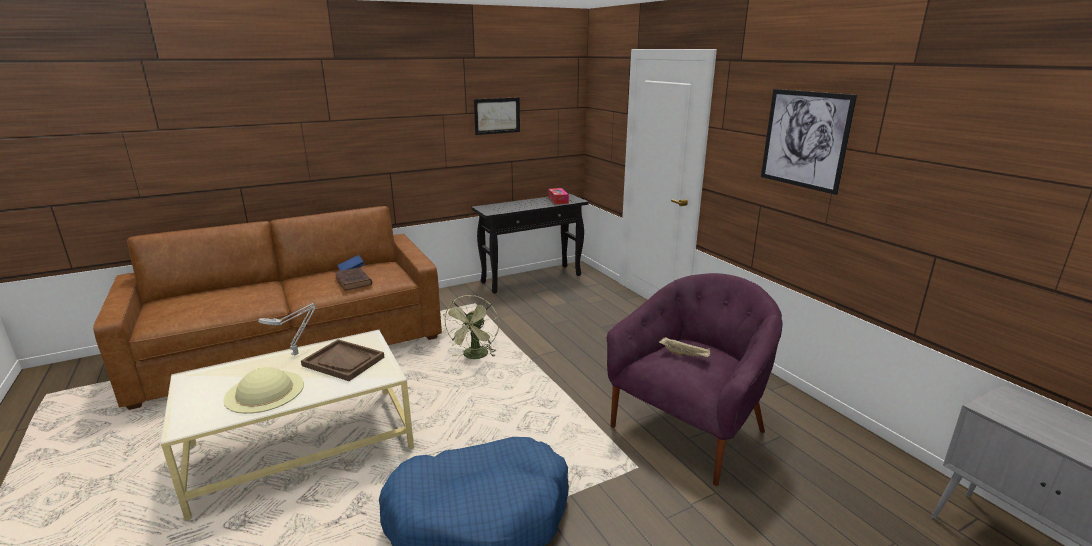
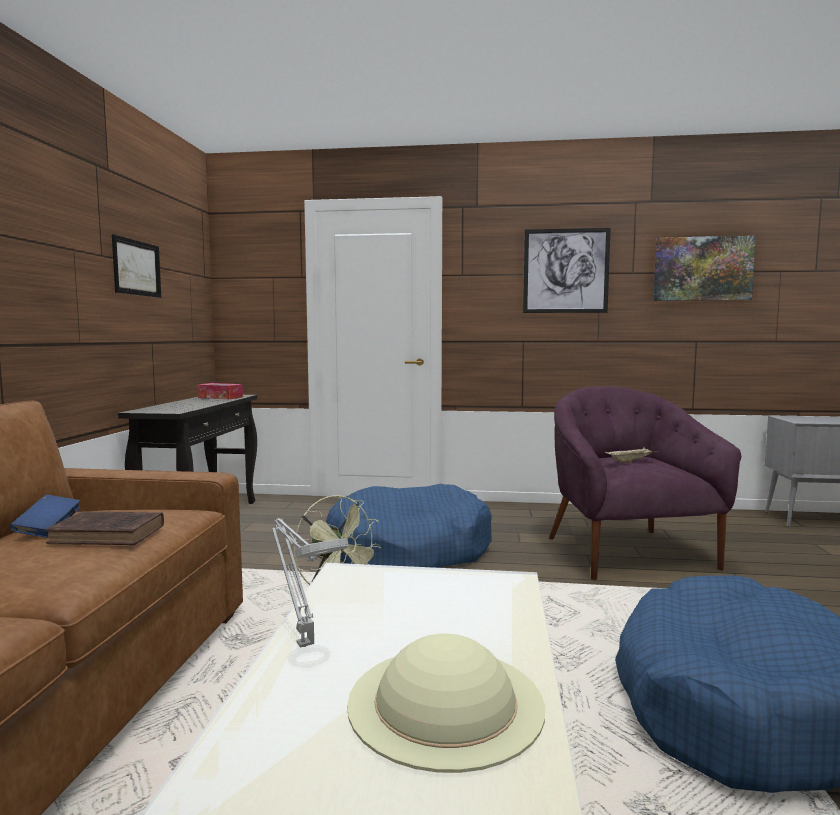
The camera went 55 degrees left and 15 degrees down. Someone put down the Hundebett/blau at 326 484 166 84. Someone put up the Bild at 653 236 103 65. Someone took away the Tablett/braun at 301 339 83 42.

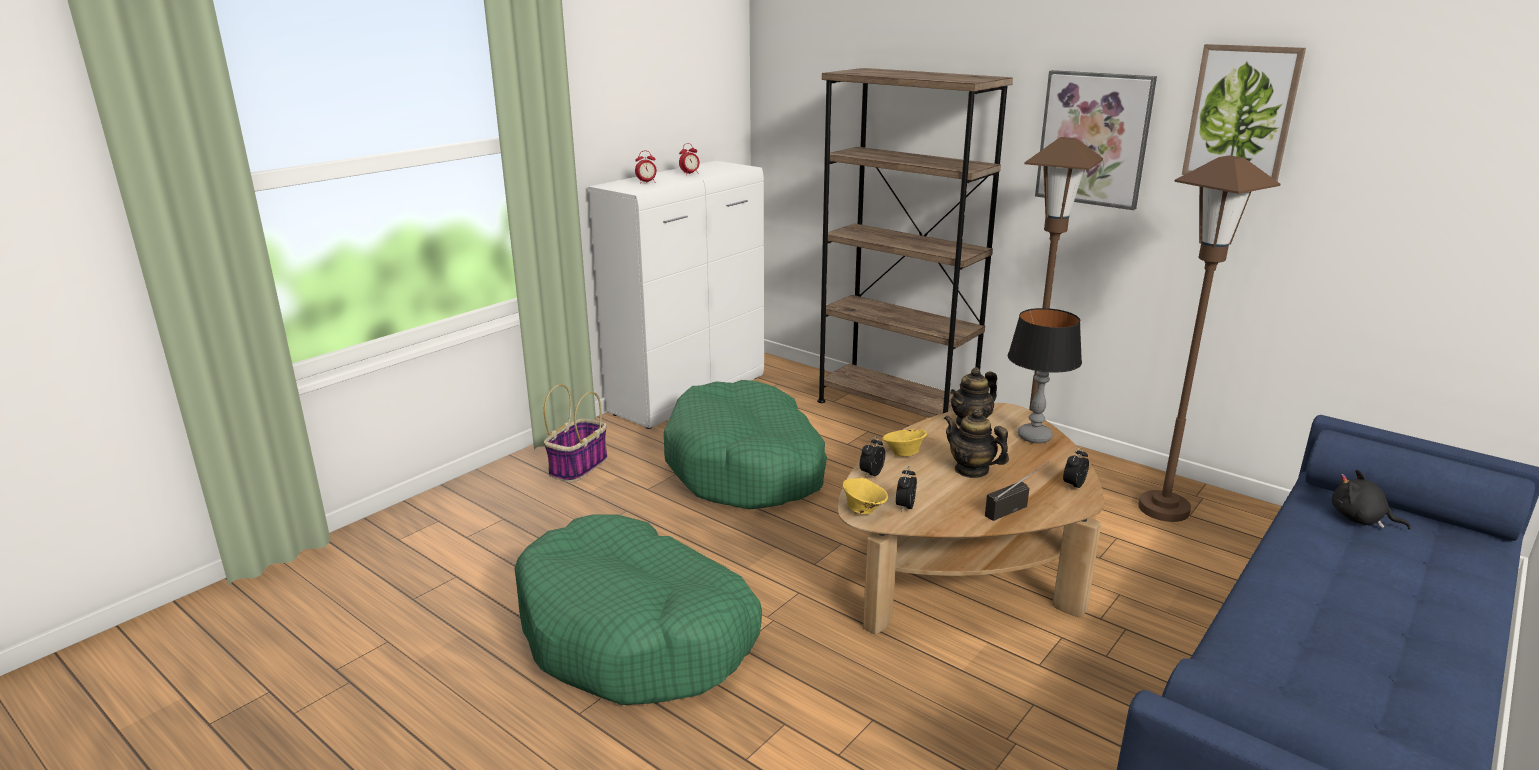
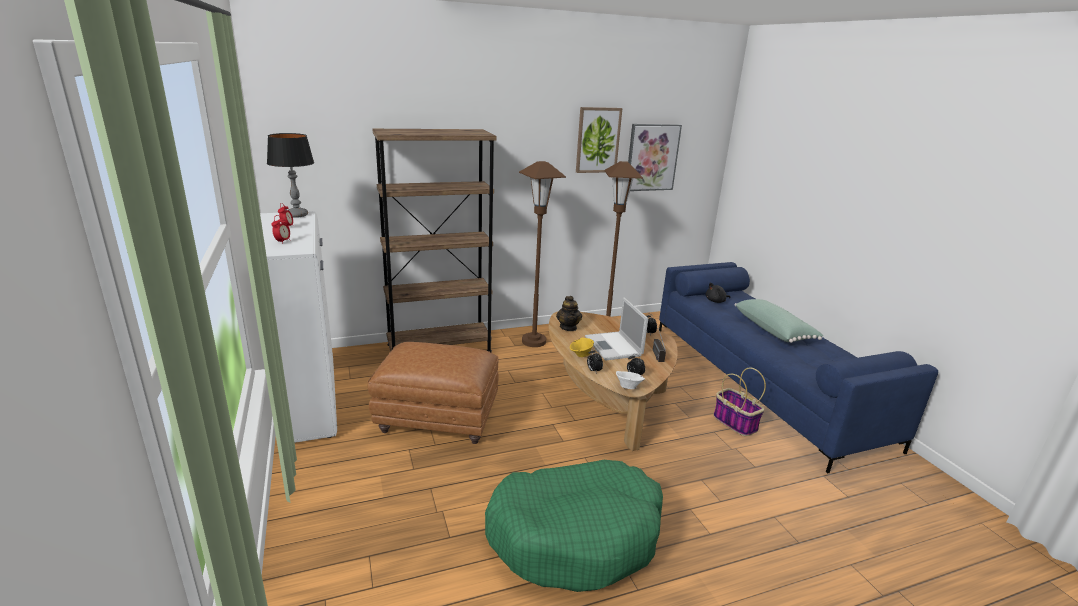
The camera went 60 degrees left and 0 degrees up. Someone carried the Tischlampe from 1008 308 74 135 to 267 133 47 85. Someone swapped the Hundebett/grün at 664 380 163 129 for the Polsterhocker/braun at 367 342 132 102. Someone swapped the Teekanne at 943 408 66 70 for the Laptop at 585 297 63 64. Someone repainted the Schüssel/gelb at 842 478 46 37, which became the Schüssel/weiß at 616 371 29 18. Someone carried the Bild from 1035 70 122 140 to 628 124 54 67. Someone carried the Korb from 544 384 64 98 to 713 368 53 68. Someone put down the Kissen/grün at 734 299 89 44.

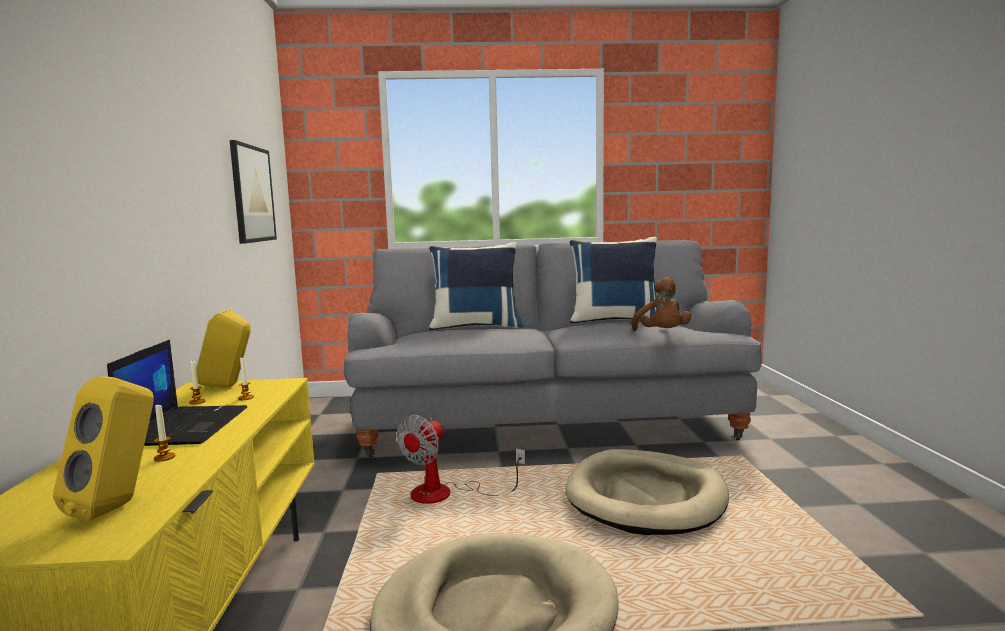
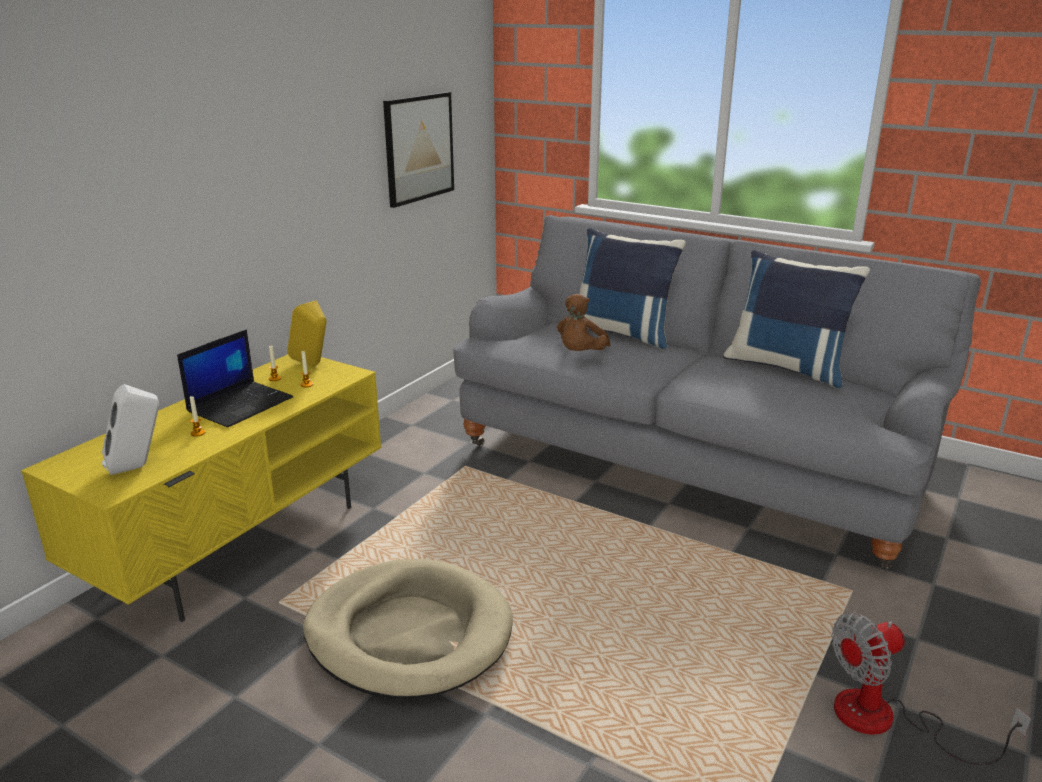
The camera went 35 degrees right and 15 degrees up. Someone repainted the Lautsprecher/gelb at 53 376 101 145, which became the Lautsprecher/weiß at 102 384 57 91. Someone carried the Plüschtier/braun from 632 277 59 54 to 557 294 53 57. Someone carried the Ventilator from 396 415 129 89 to 831 612 200 153. Someone took away the Hundebett/beige at 565 449 164 86.

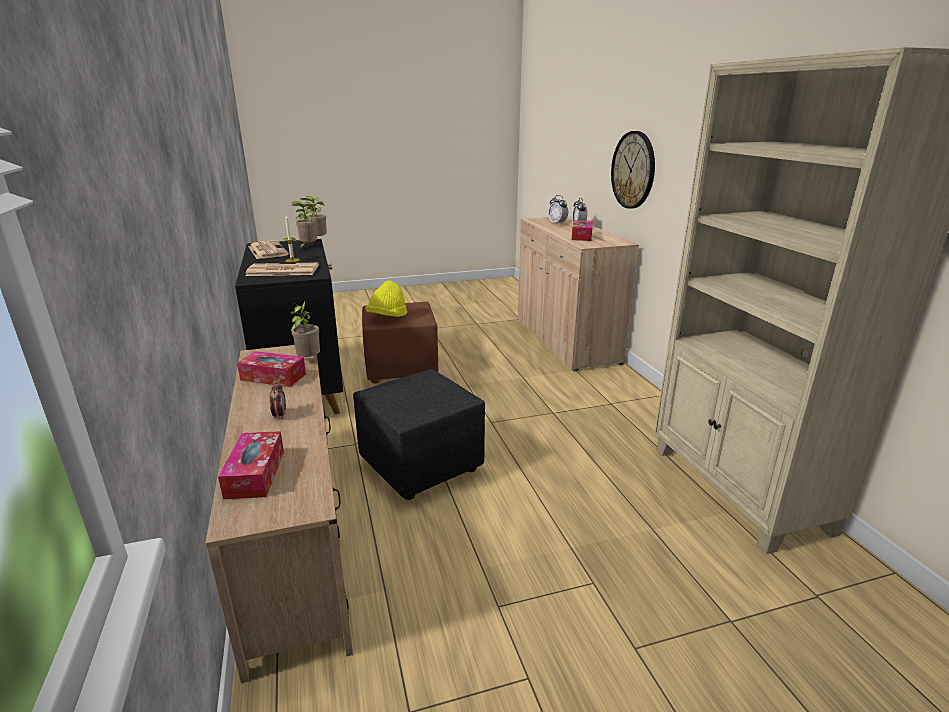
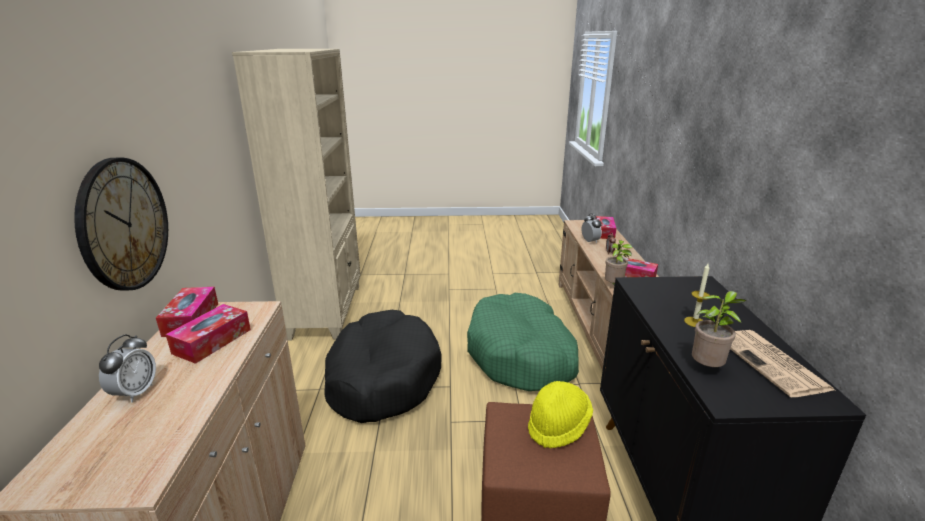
The camera went 165 degrees left and 0 degrees up. Someone put down the Taschentuchbox at 156 287 62 50. Someone put down the Hundebett/schwarz at 324 310 118 113. Someone swapped the Polsterhocker/schwarz at 353 369 132 131 for the Hundebett/grün at 467 293 112 98. Someone carried the Wecker from 548 195 20 29 to 581 213 21 30. Someone took away the Zeitung at 245 262 74 14. Someone took away the Topfpflanze at 301 196 26 40.

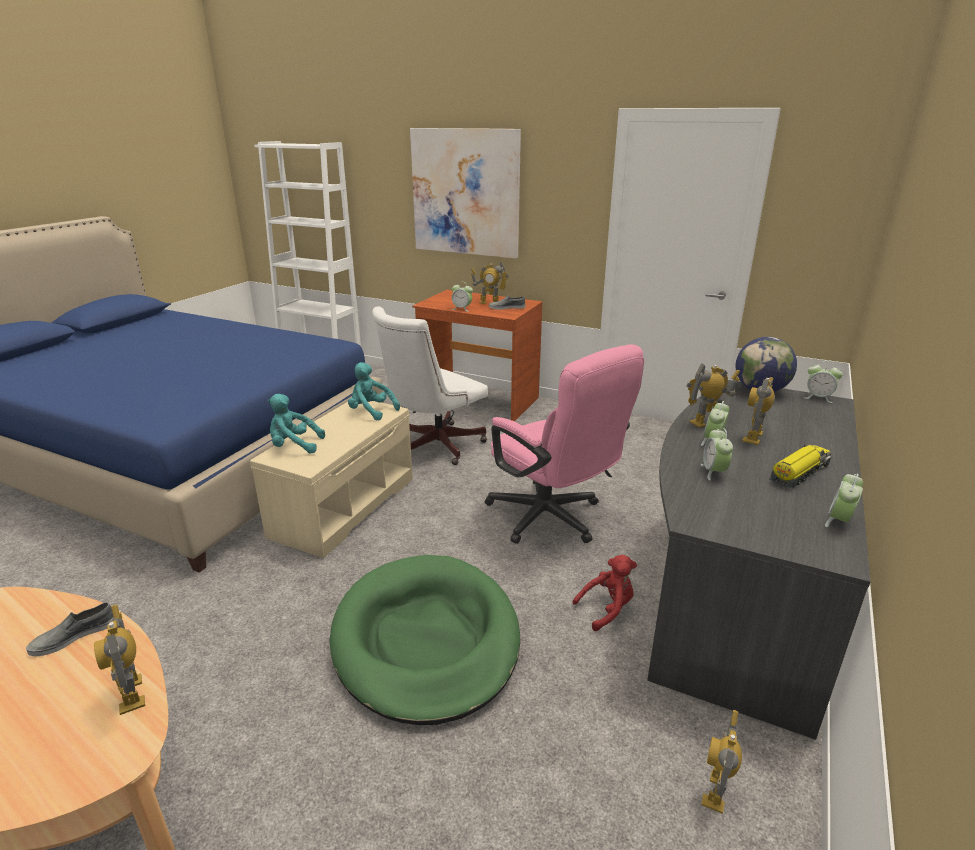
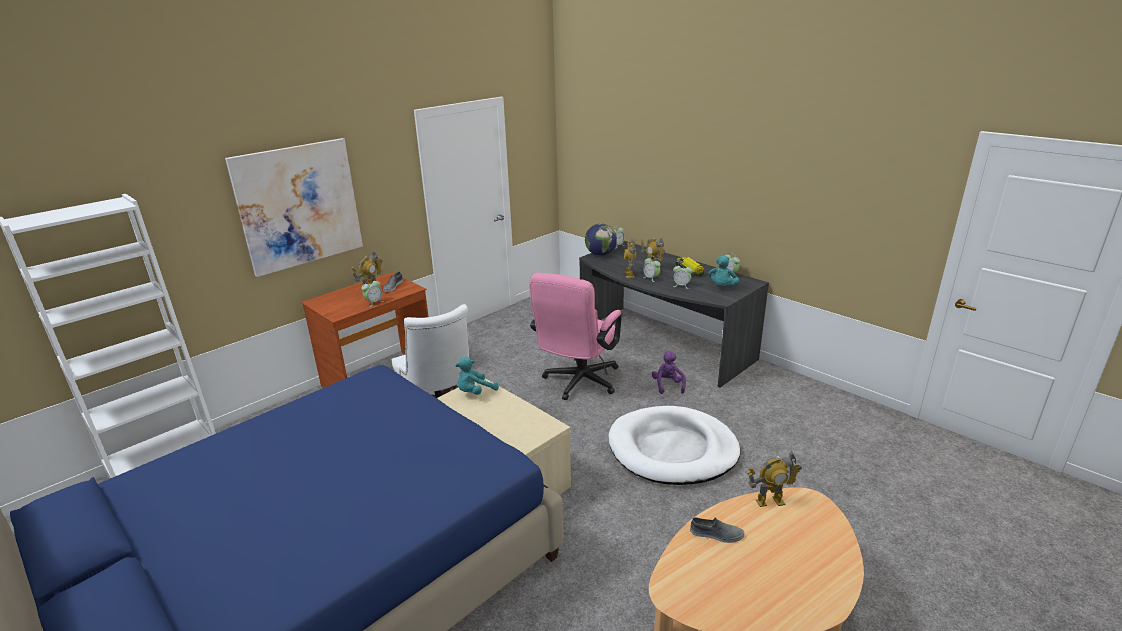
The camera went 70 degrees left and 0 degrees up. Someone rotated the Bürostuhl/rosa at 485 344 159 200 by 135 degrees clockwise. Someone repainted the Hundebett/grün at 330 555 190 170, which became the Hundebett/weiß at 608 406 132 79. Someone repainted the Plüschtier/rot at 572 555 65 76, which became the Plüschtier/lila at 652 351 34 43. Someone rotated the Schuh/grau at 26 602 88 55 by 60 degrees counterclockwise. Someone carried the Plüschtier/türkis from 268 394 57 60 to 708 256 31 30. Someone took away the Spielzeugroboter at 701 710 41 104.

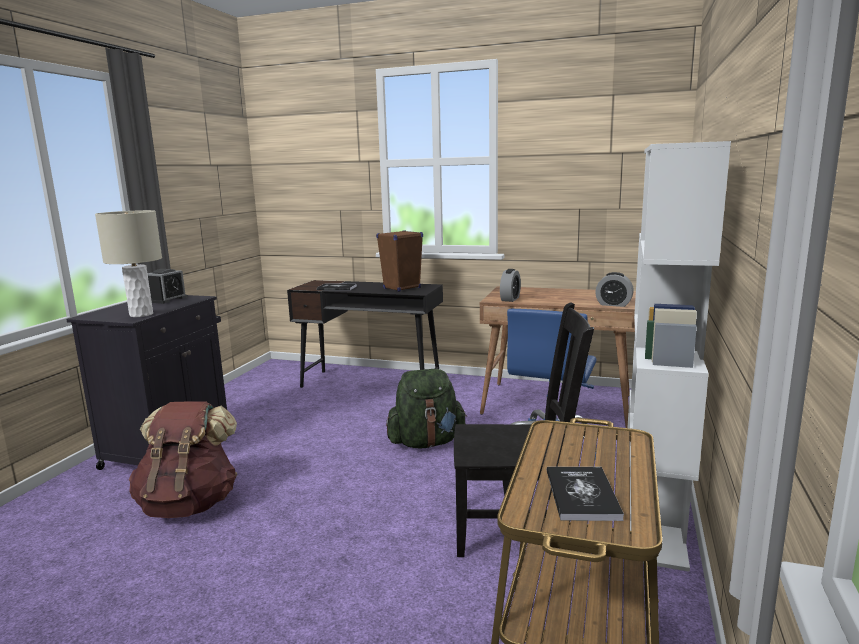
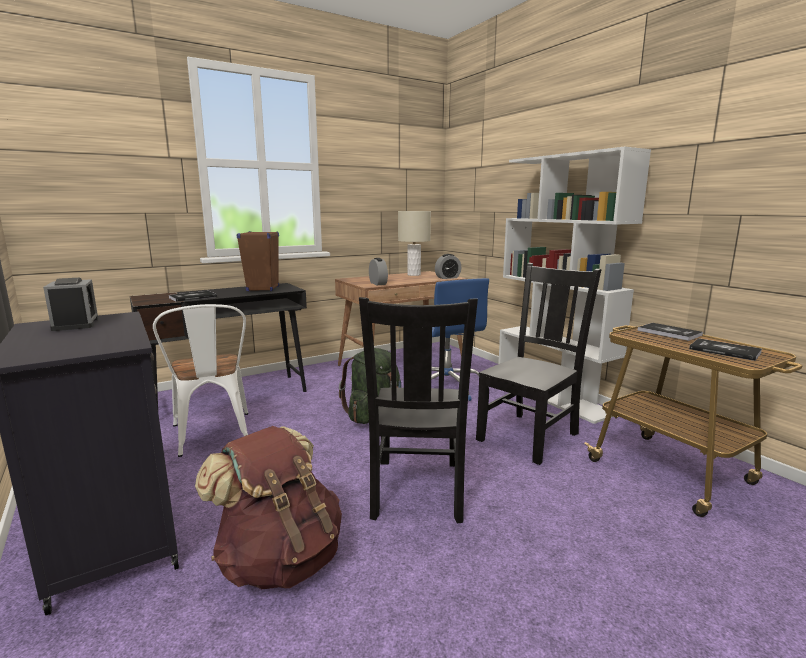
The camera went 50 degrees left and 0 degrees up. Someone put down the Stuhl/weiß at 153 304 95 153. Someone put down the Stuhl/schwarz at 359 297 119 227. Someone carried the Tischlampe/beige from 95 210 67 107 to 398 211 33 65. Someone put down the Buch at 637 323 66 18.

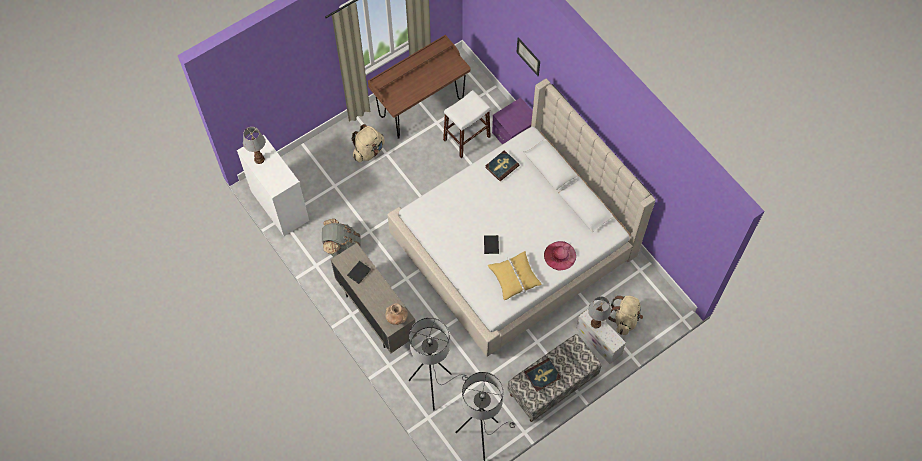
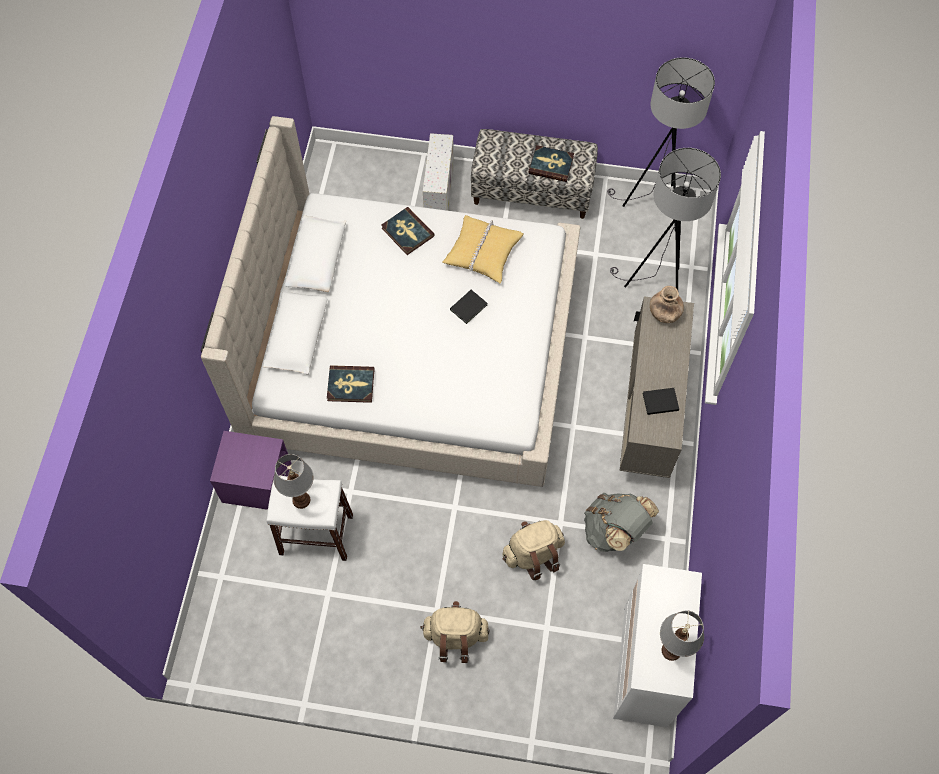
The camera went 135 degrees left and 0 degrees up. Someone carried the Tischlampe from 588 296 23 32 to 274 454 40 55. Someone swapped the Hut/rosa at 544 241 32 30 for the Buch at 381 207 54 48. Someone carried the Rucksack/beige from 608 296 35 39 to 502 520 63 60. Someone took away the Schreibtisch/braun at 368 35 103 104. Someone took away the Bild at 516 37 24 39.

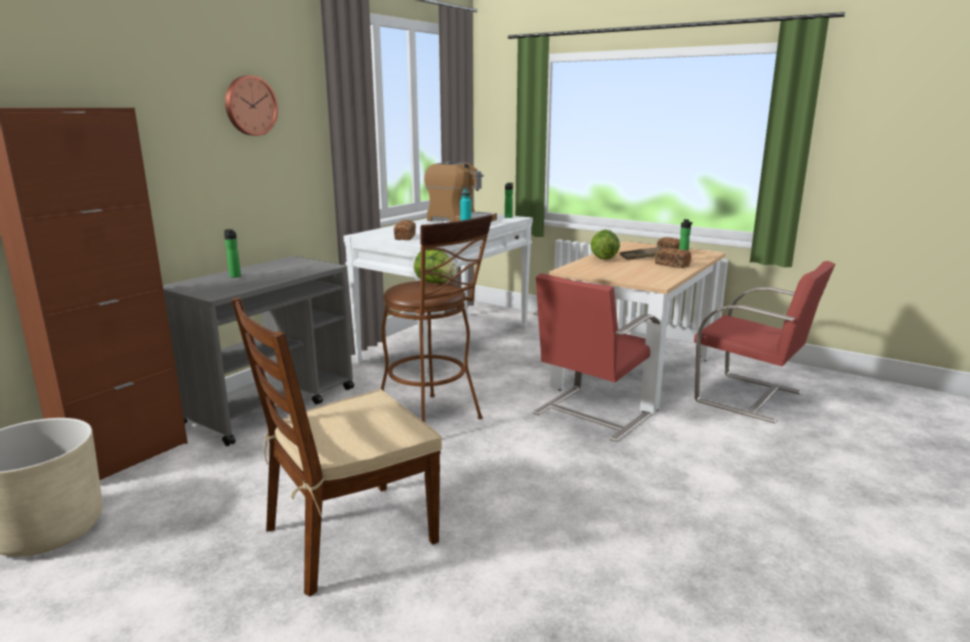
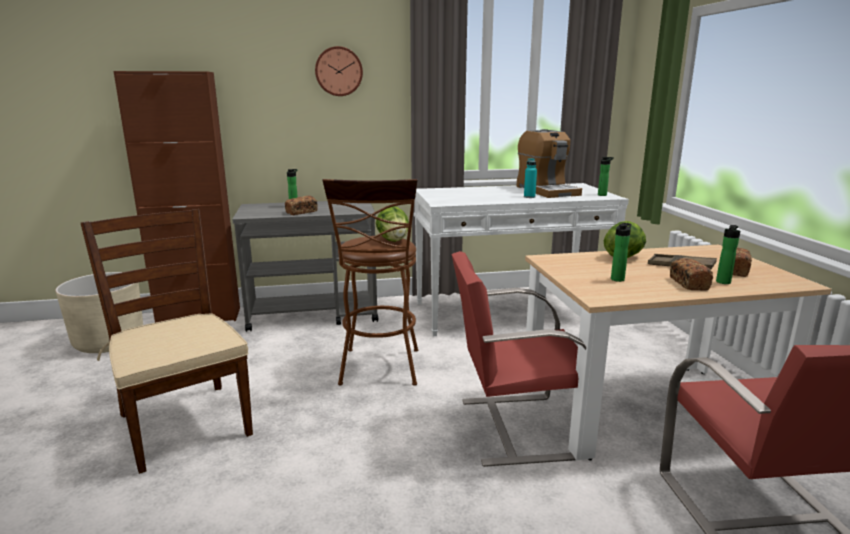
The camera went 45 degrees right and 0 degrees up. Someone rotated the Stuhl/braun at 232 297 210 300 by 45 degrees clockwise. Someone carried the Brot from 394 220 22 20 to 285 196 33 19. Someone put down the Flasche at 611 223 21 59.

